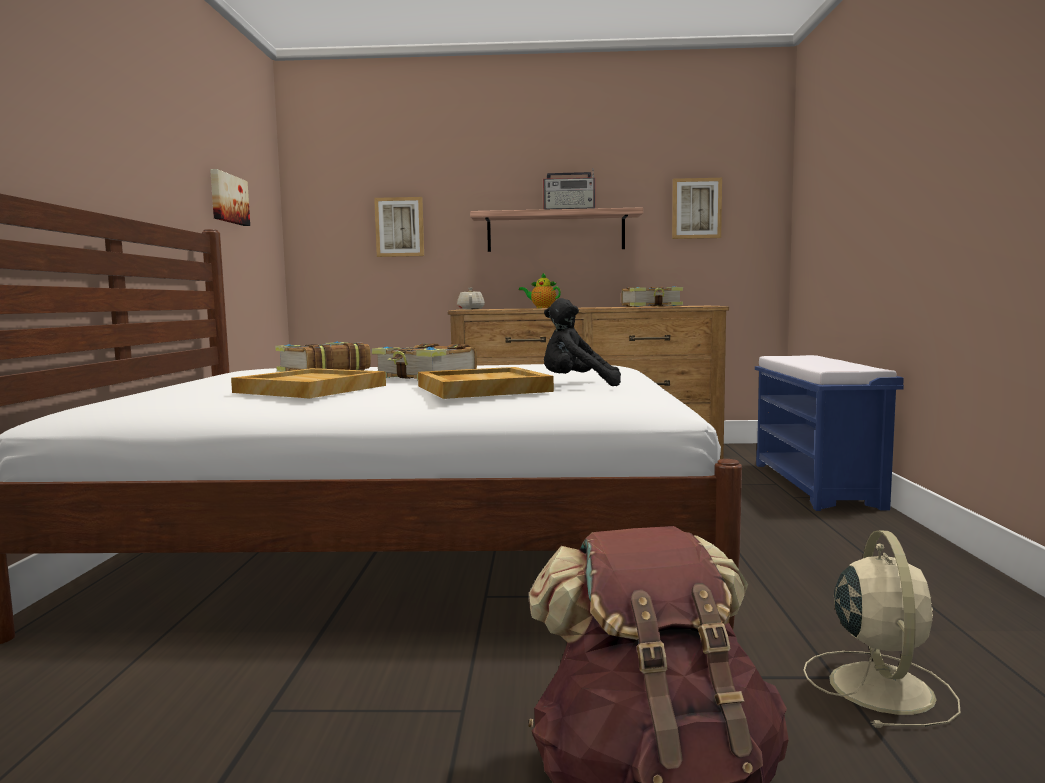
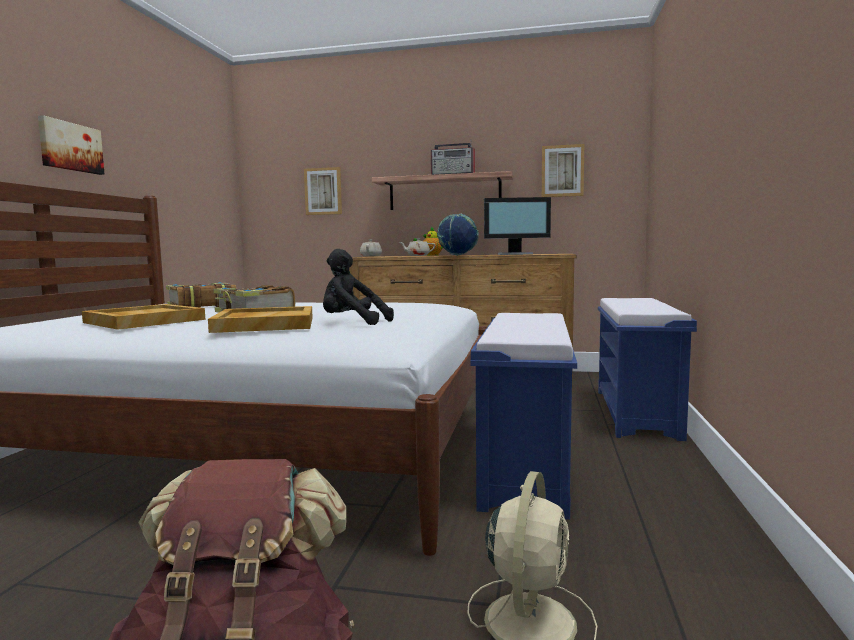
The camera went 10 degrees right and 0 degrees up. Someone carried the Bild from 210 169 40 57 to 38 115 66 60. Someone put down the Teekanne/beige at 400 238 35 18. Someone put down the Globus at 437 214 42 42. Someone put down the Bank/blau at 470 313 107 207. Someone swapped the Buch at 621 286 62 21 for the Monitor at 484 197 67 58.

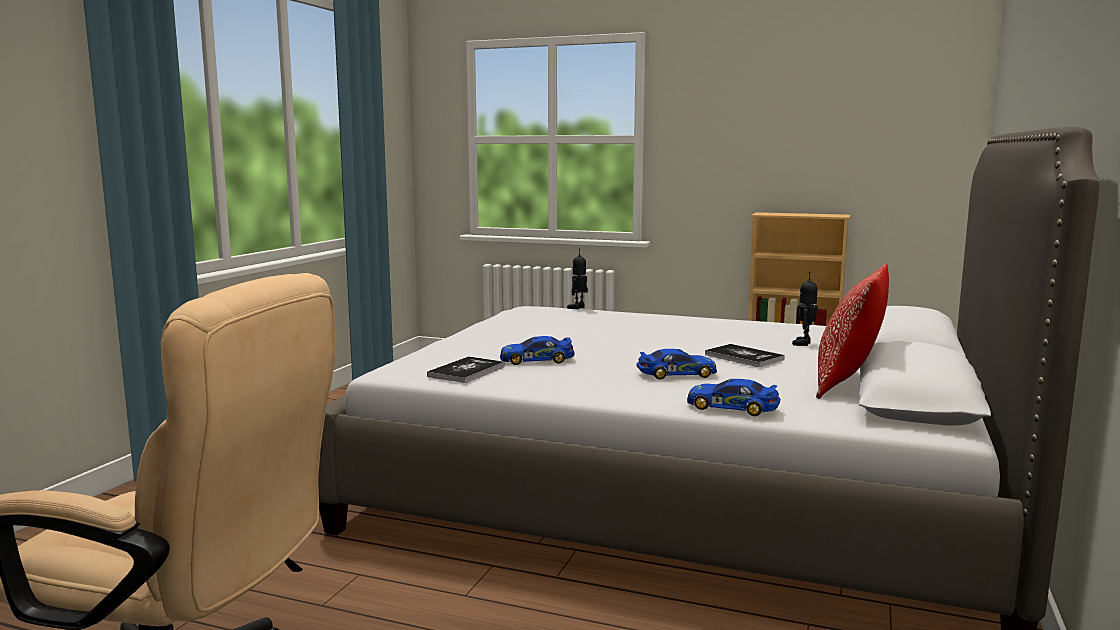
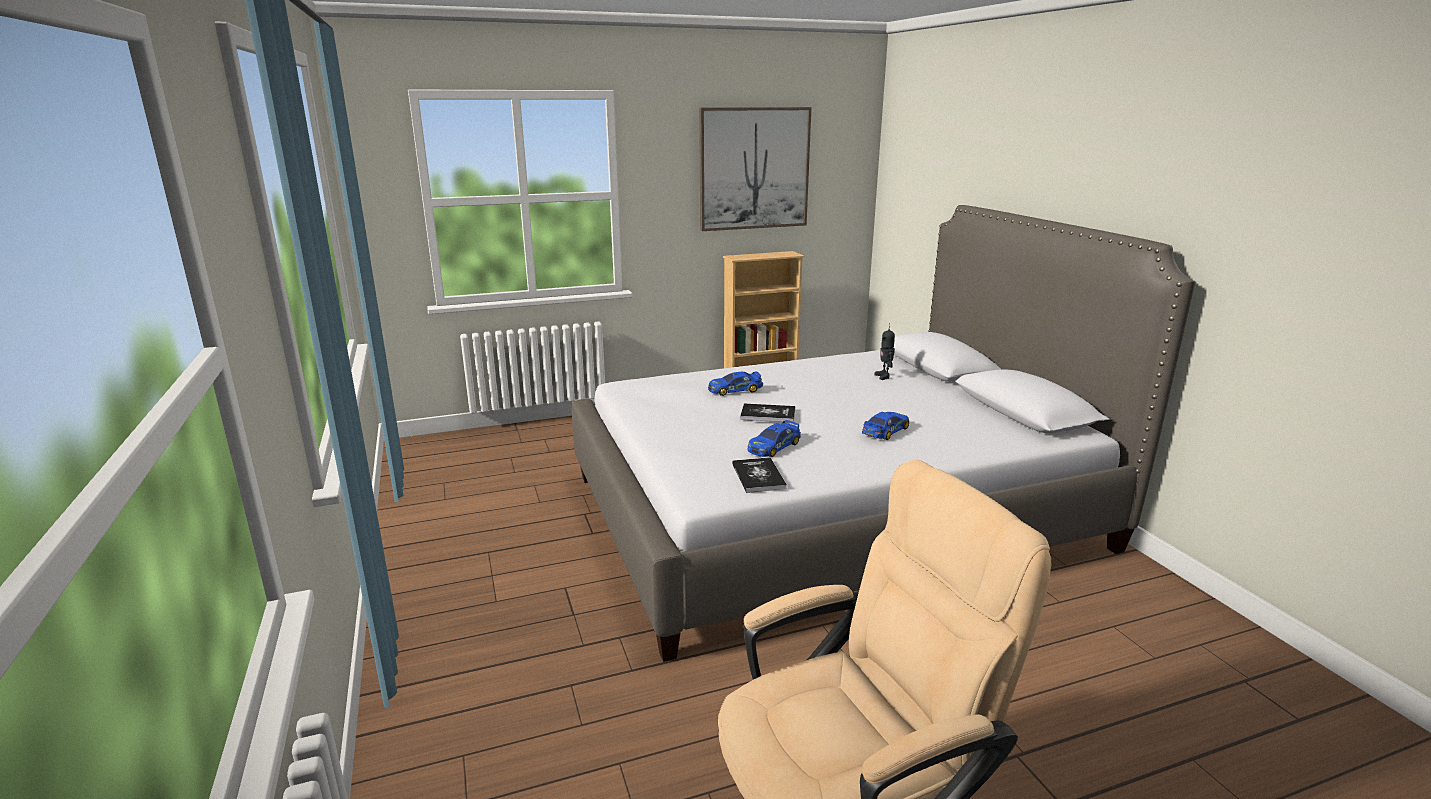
The camera went 40 degrees left and 10 degrees up. Someone put up the Bild at 699 107 113 124. Someone carried the Spielzeugauto from 687 379 93 37 to 708 371 55 25. Someone carried the Buch from 705 344 80 23 to 740 404 55 18. Someone took away the Spielzeugroboter at 567 248 21 61. Someone took away the Kissen at 816 263 73 136.

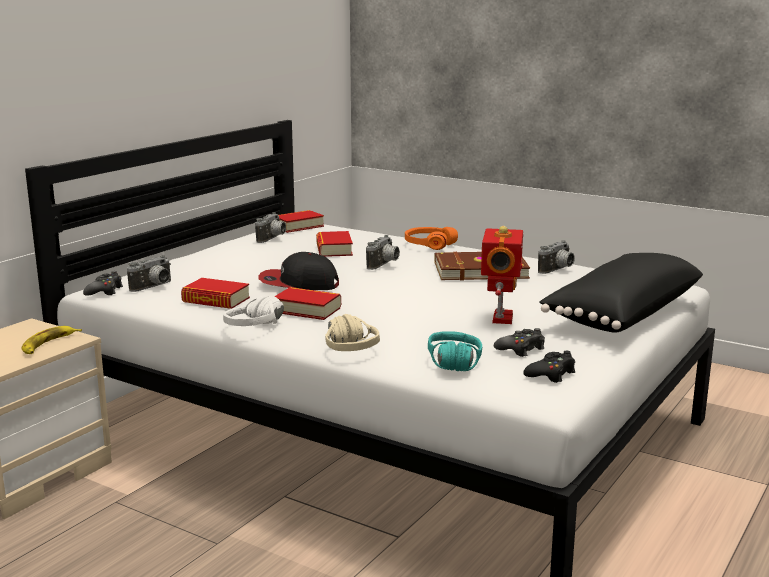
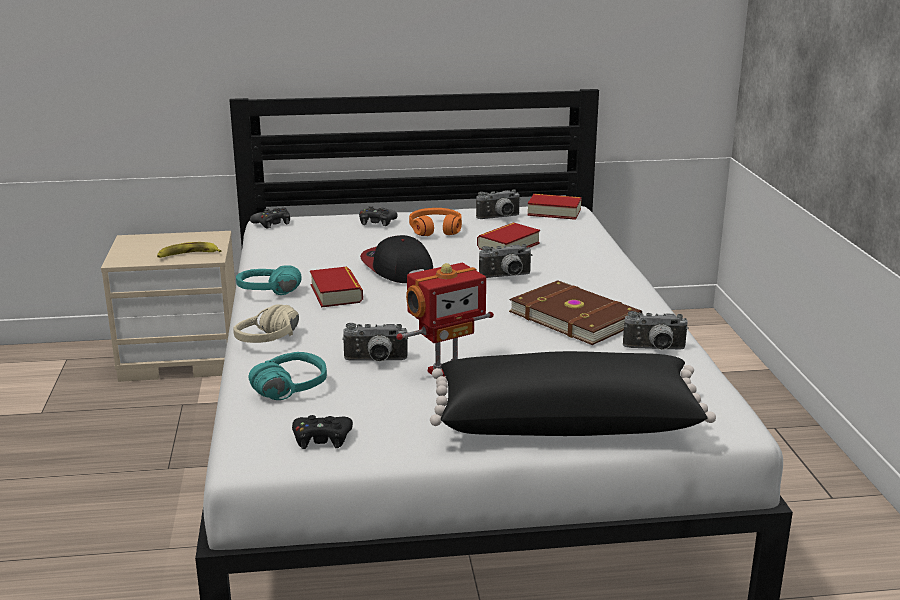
The camera went 50 degrees right and 5 degrees up. Someone repainted the Kopfhörer/weiß at 223 296 61 30, which became the Kopfhörer/türkis at 236 265 66 30. Someone carried the Kamera from 127 255 44 37 to 342 323 66 39. Someone carried the Gamepad/schwarz from 494 328 51 29 to 359 206 39 20. Someone carried the Kopfhörer/orange from 405 227 53 23 to 409 208 53 28. Someone took away the Buch at 181 278 69 31.

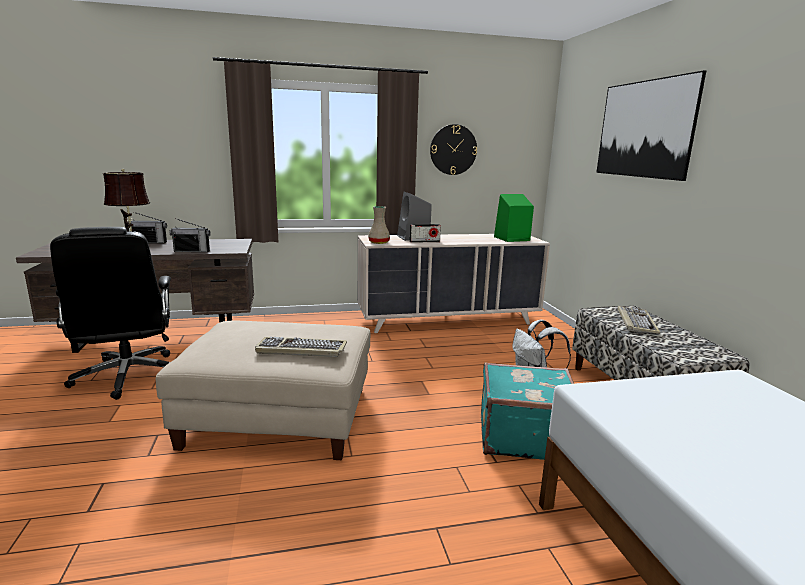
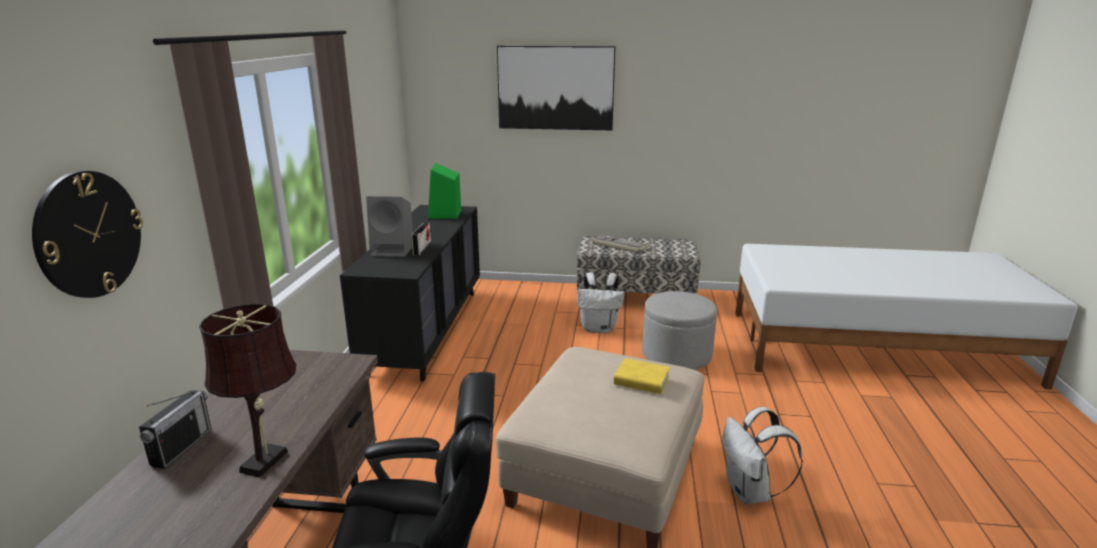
The camera went 70 degrees left and 5 degrees up. Someone carried the Wanduhr from 430 124 47 51 to 32 171 111 127. Someone repainted the Kommode/beige at 358 234 192 99, which became the Kommode/schwarz at 340 205 140 176. Someone swapped the Tastatur at 255 337 92 20 for the Buch/gelb at 614 358 56 36. Someone swapped the Koffer/türkis at 481 363 93 97 for the Polsterhocker/grau at 642 291 75 79. Someone put down the Rucksack/weiß at 722 407 81 97. Someone took away the Radio at 169 218 42 34. Someone took away the Vase/beige at 368 206 22 38.

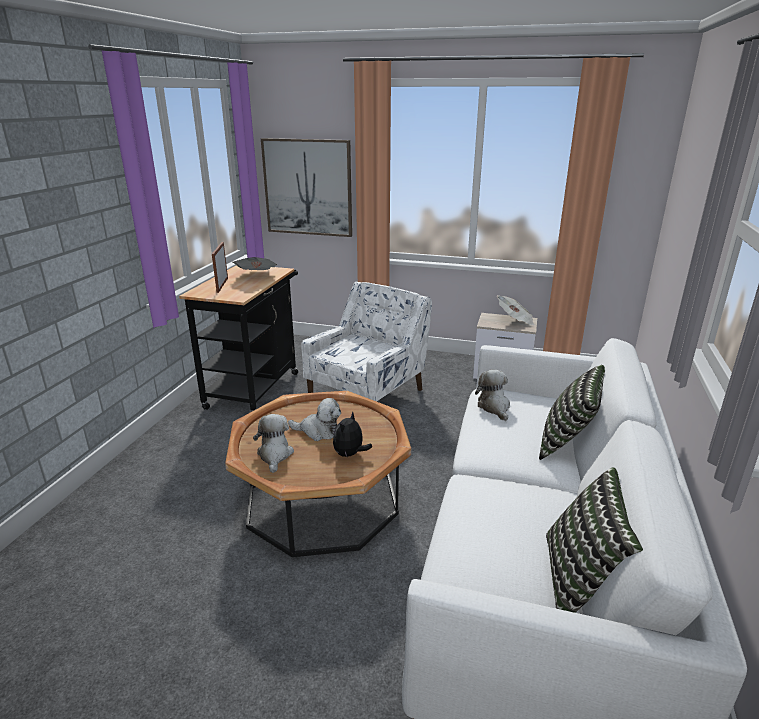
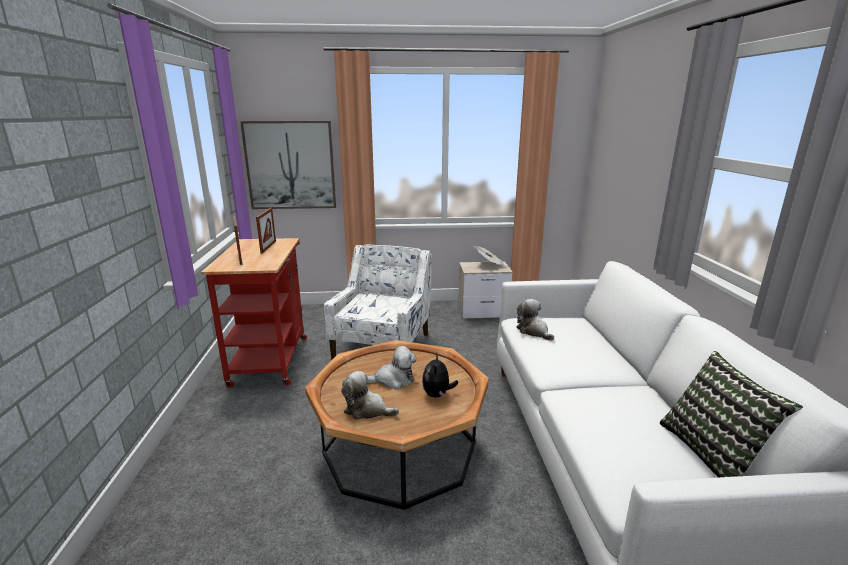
The camera went 20 degrees left and 5 degrees down. Someone repainted the Rollwagen/schwarz at 179 265 119 147, which became the Rollwagen/rot at 201 238 106 150. Someone swapped the Zeitung at 232 257 45 13 for the Bilderrahmen at 256 208 20 46. Someone rotated the Plüschtier at 253 414 41 59 by 45 degrees counterclockwise. Someone took away the Kissen at 539 365 66 95.

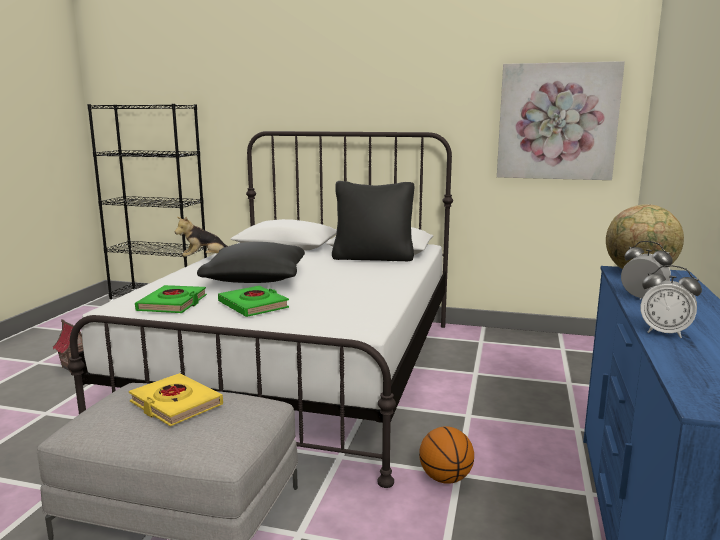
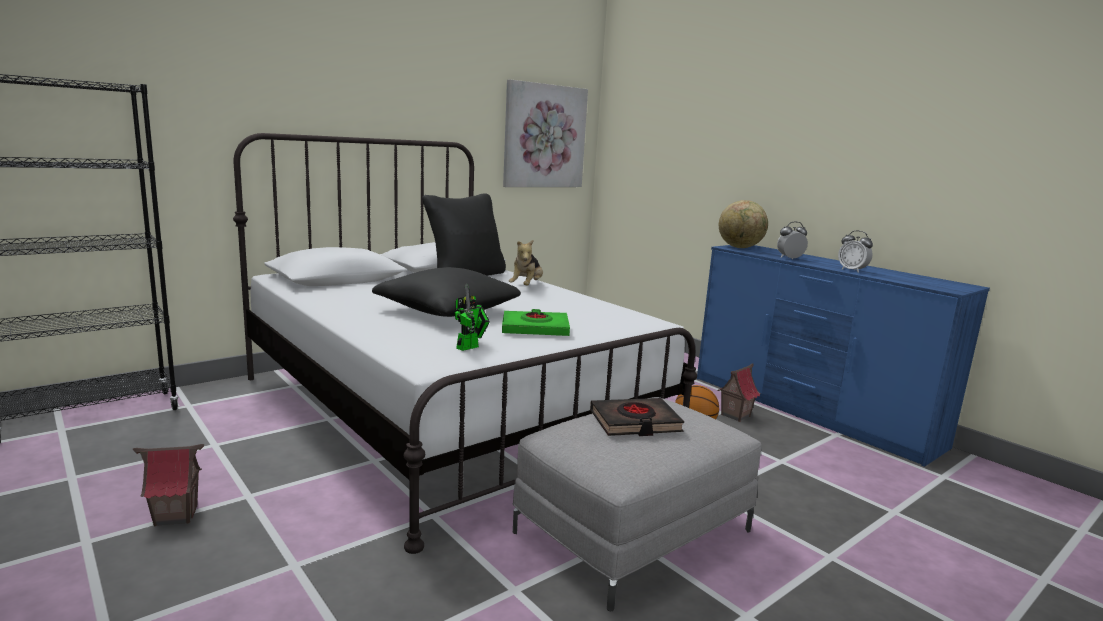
The camera went 55 degrees left and 0 degrees up. Someone swapped the Buch/grün at 135 285 72 28 for the Spielzeugroboter at 455 284 35 67. Someone carried the Plüschtier from 175 216 53 41 to 509 240 34 45. Someone repainted the Buch/gelb at 129 373 94 53, which became the Buch/schwarz at 590 398 94 38. Someone put down the Spielzeughaus at 718 364 43 58. Someone rotated the Wecker at 641 265 61 73 by 75 degrees clockwise.

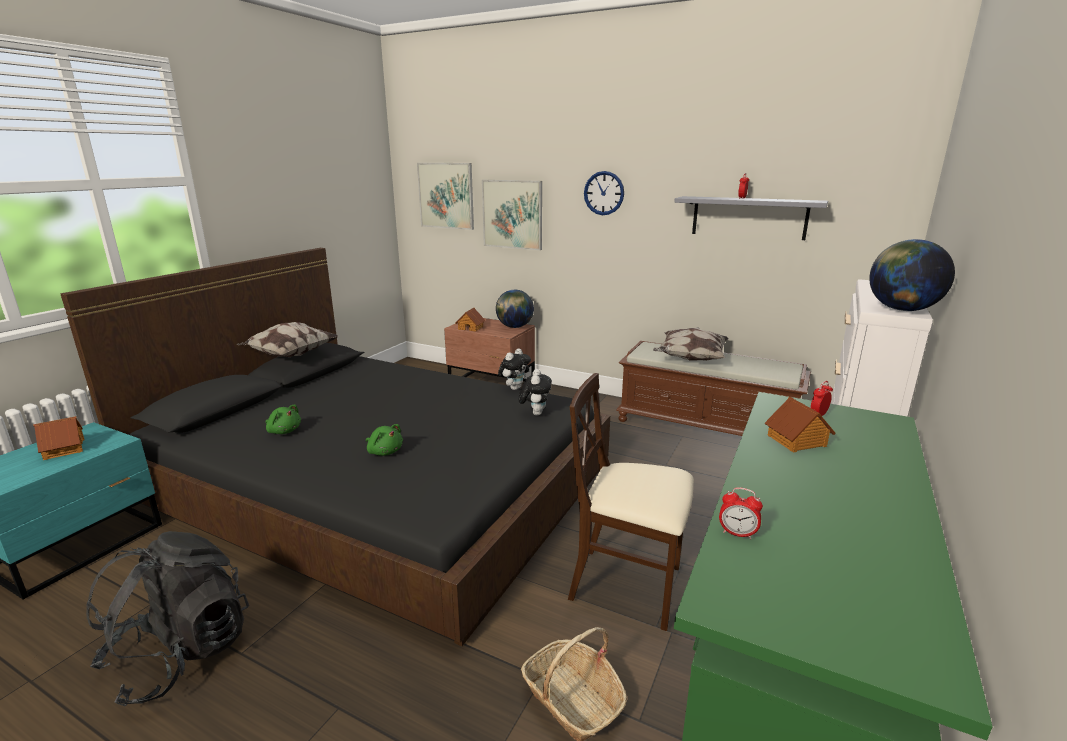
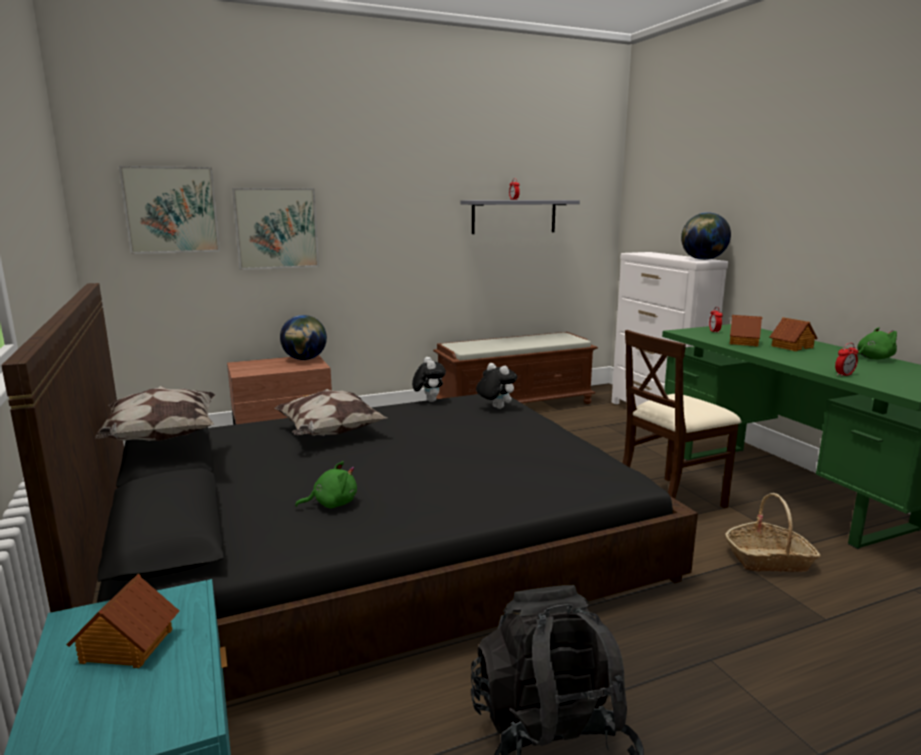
The camera went 50 degrees left and 5 degrees down. Someone carried the Kissen from 653 327 76 34 to 275 389 112 47. Someone carried the Spielzeughaus from 455 308 31 24 to 770 317 48 34. Someone carried the Plüschtier/grün from 366 424 37 32 to 856 327 41 33. Someone took away the Wanduhr at 584 171 40 44.

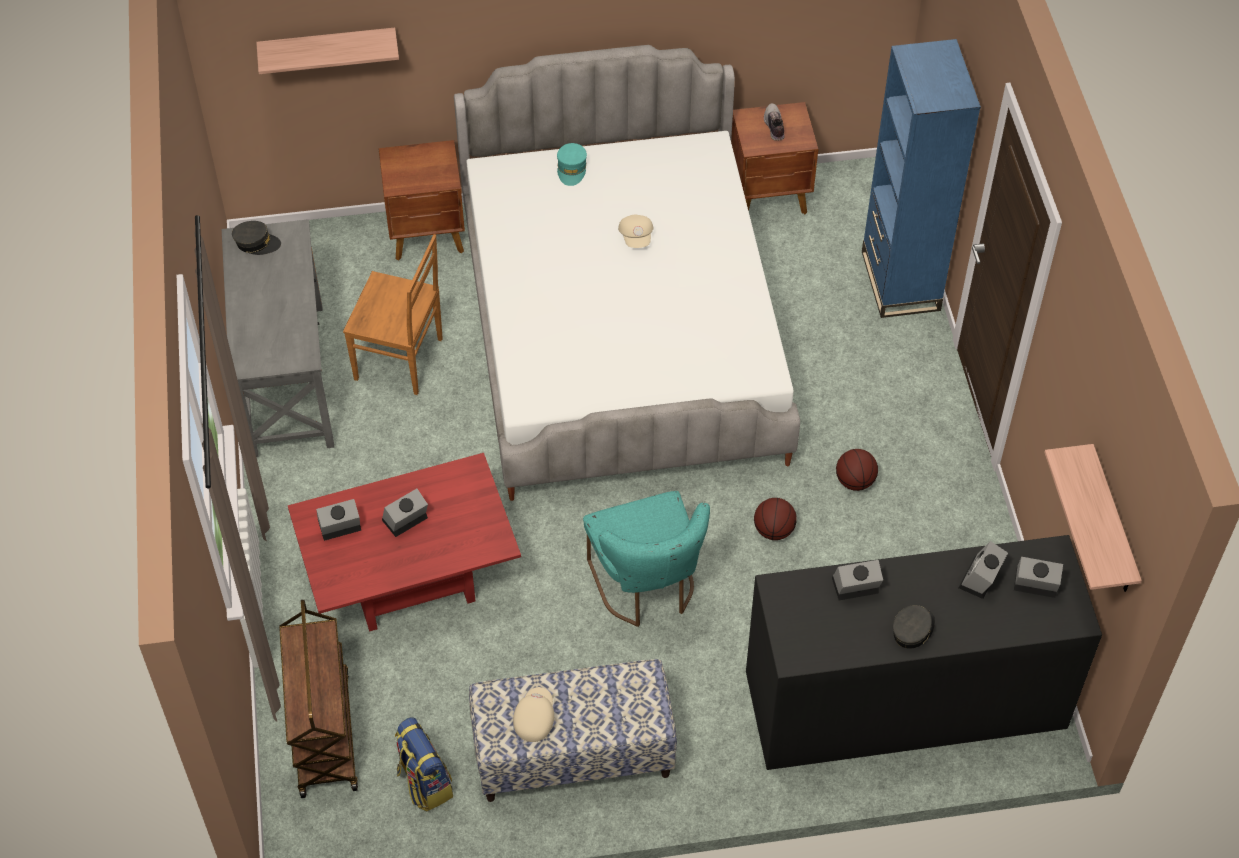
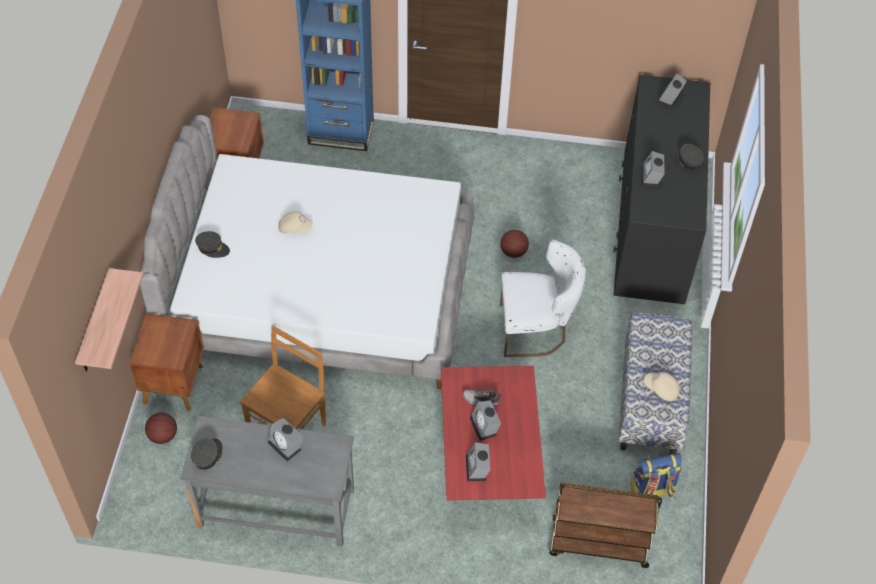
The camera went 75 degrees left and 0 degrees up. Someone carried the Basketball from 836 449 42 42 to 145 413 32 31. Someone repainted the Kappe/türkis at 557 143 30 43, which became the Kappe/grau at 195 231 35 27. Someone carried the Wecker from 958 541 50 58 to 268 418 35 43. Someone carried the Schuh from 764 103 20 38 to 463 390 39 16. Someone repainted the Stuhl/türkis at 583 491 127 136, which became the Stuhl/weiß at 500 240 86 117. Someone took away the Wandregal at 1044 444 98 148.

